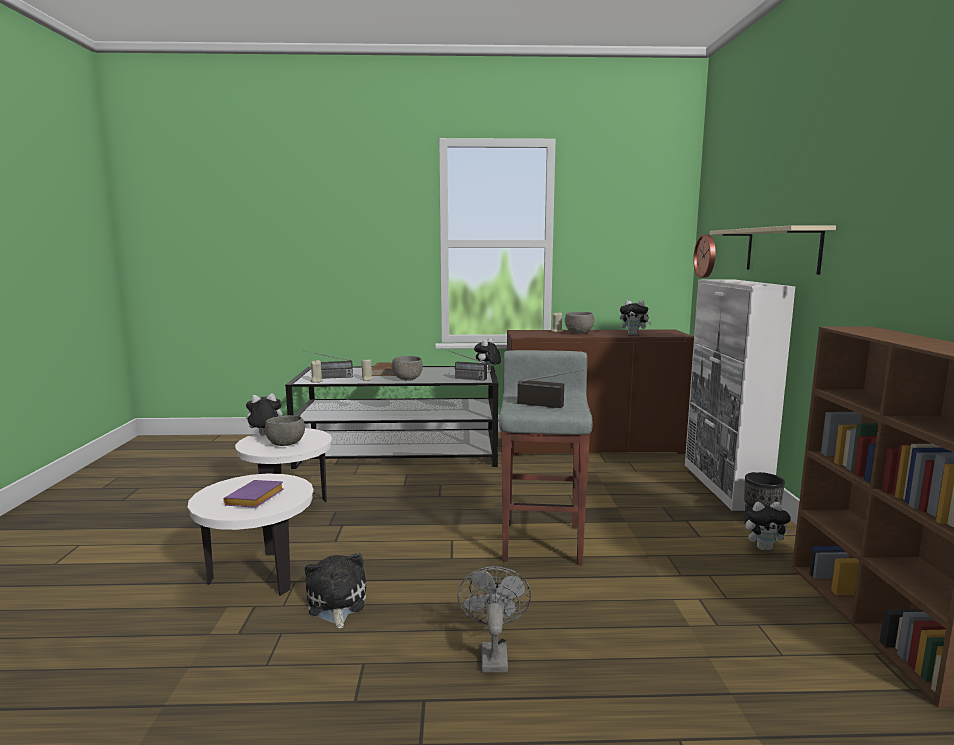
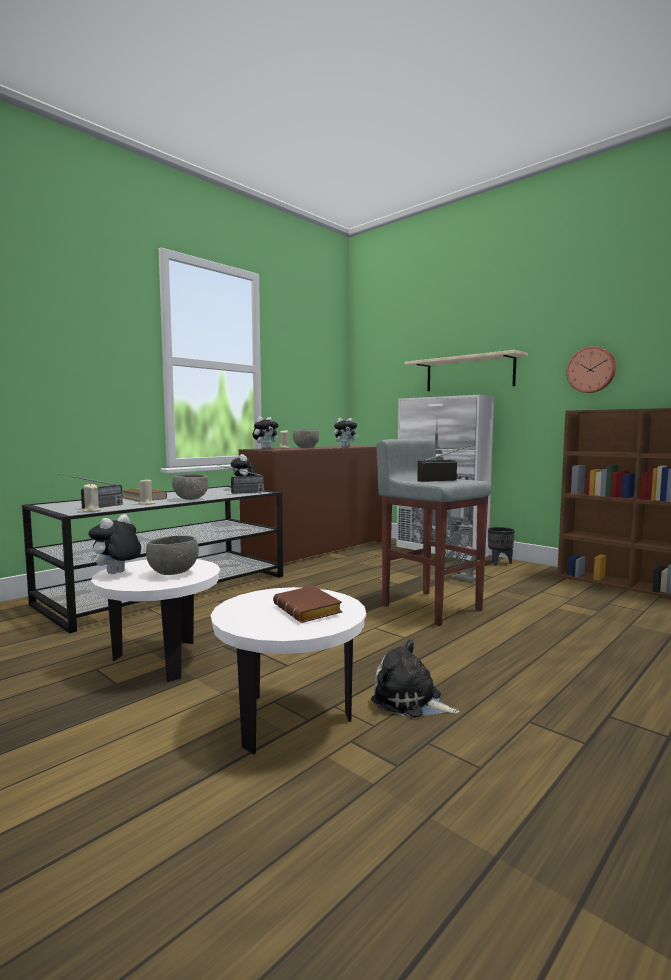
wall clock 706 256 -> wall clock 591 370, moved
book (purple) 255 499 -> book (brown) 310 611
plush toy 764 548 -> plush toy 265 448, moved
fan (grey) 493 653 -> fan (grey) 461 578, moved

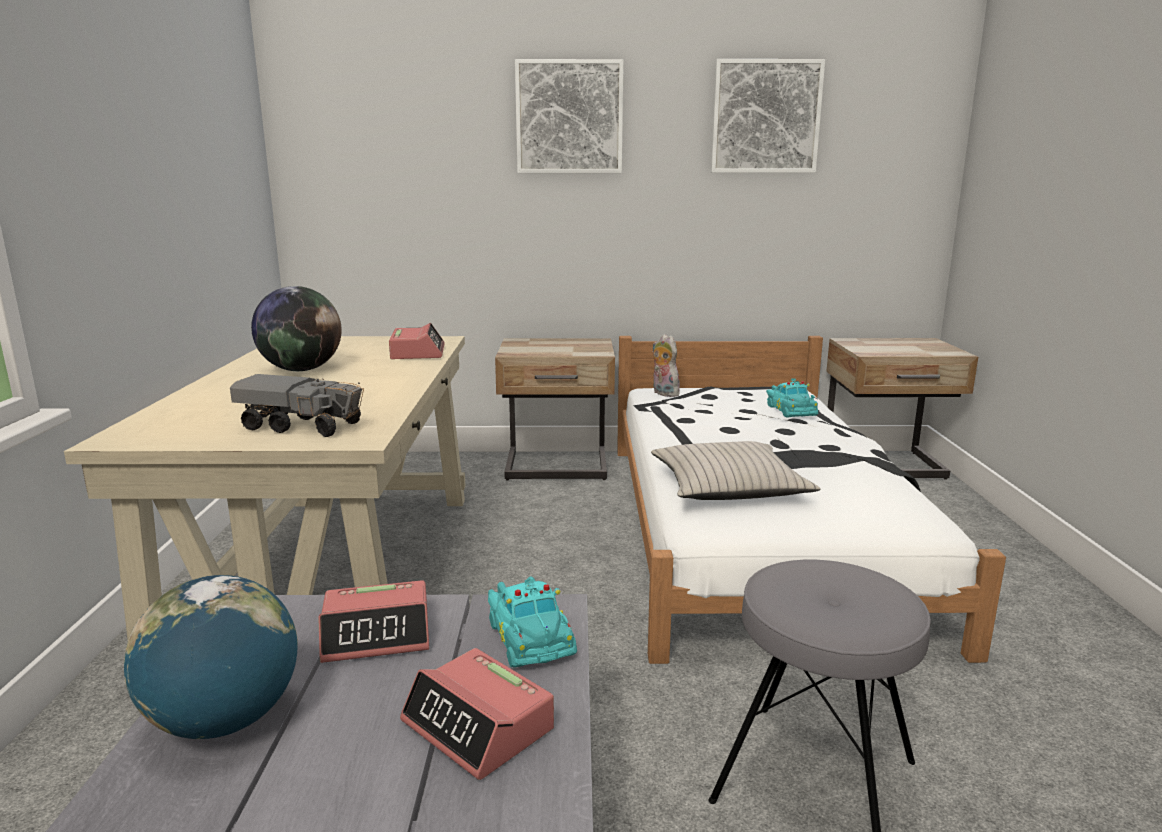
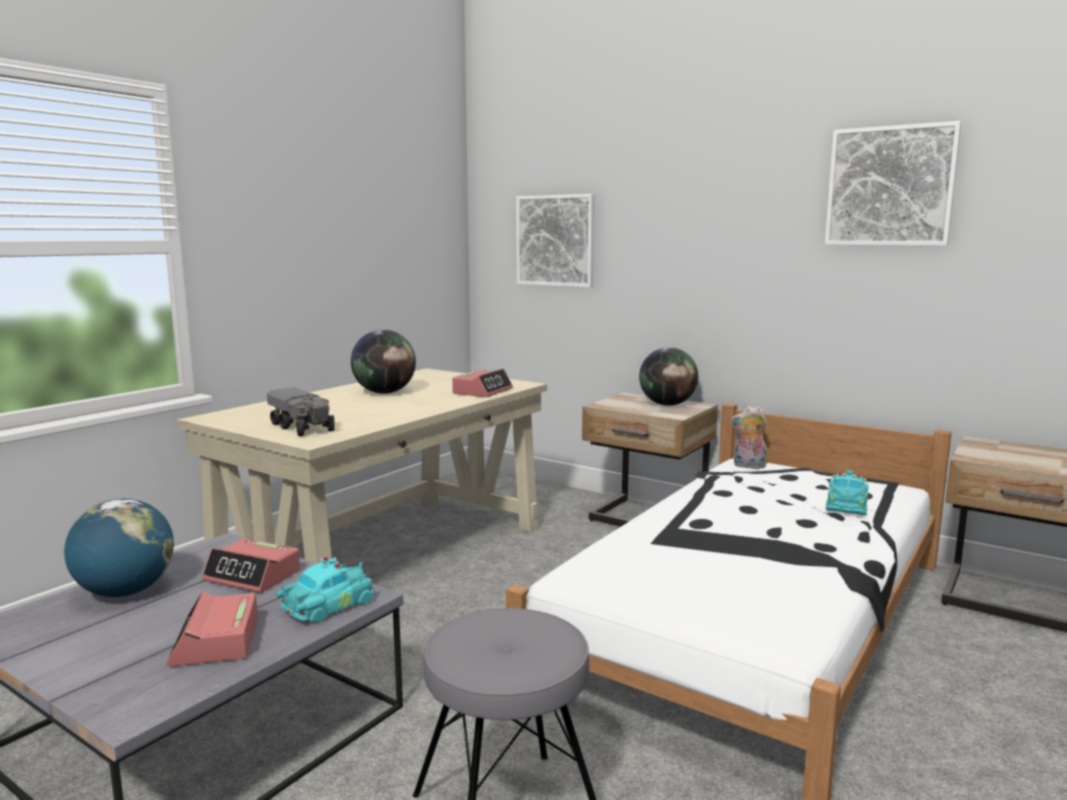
picture 569 117 -> picture 556 240, moved
plush toy 663 393 -> plush toy 748 466, 75 degrees counterclockwise
pillow (beige) 728 487 -> none
toy car (turquoise) 531 636 -> toy car (turquoise) 325 606, 150 degrees counterclockwise
none -> globe 667 404

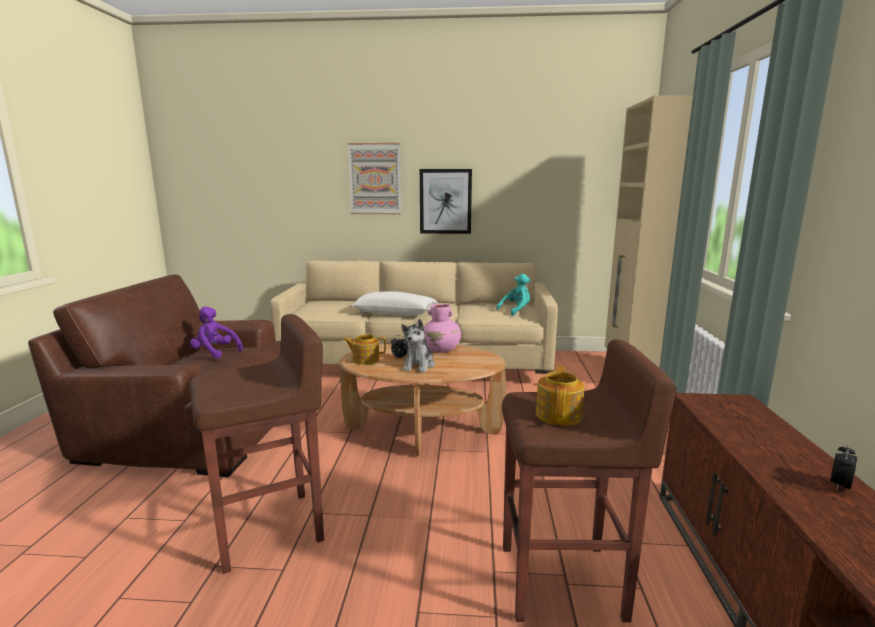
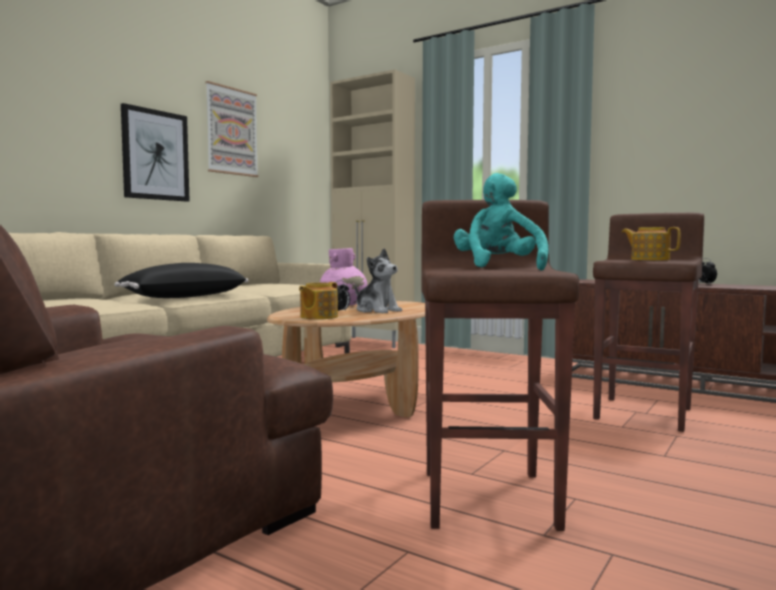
picture 375 179 -> picture 231 131, moved
plush toy (turquoise) 516 310 -> plush toy (turquoise) 498 268, moved
pillow (white) 395 313 -> pillow (black) 184 297
plush toy (purple) 215 352 -> none

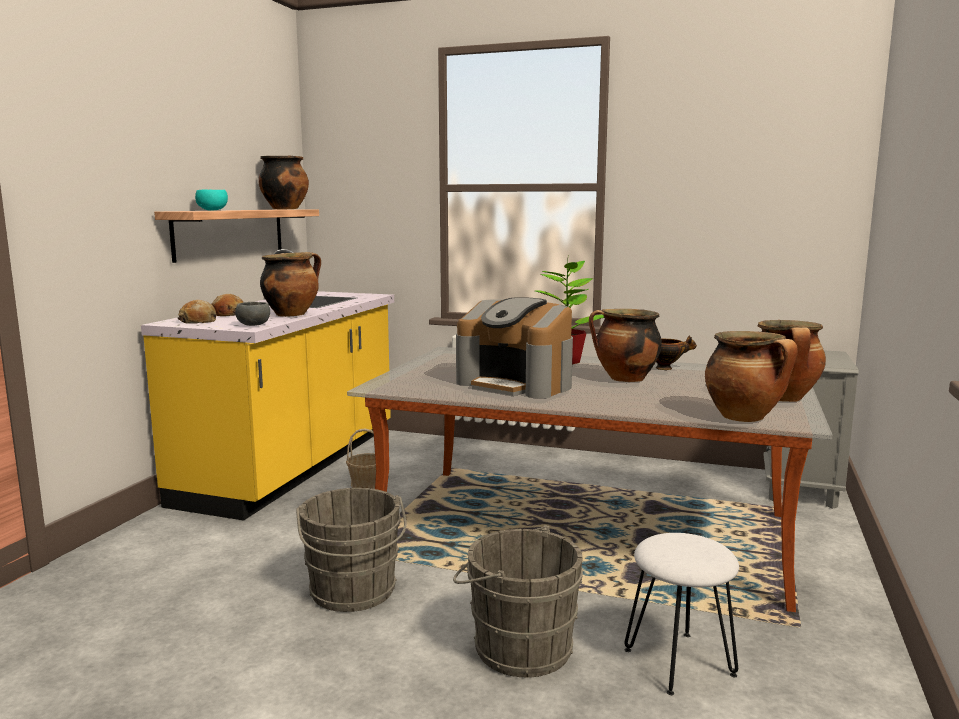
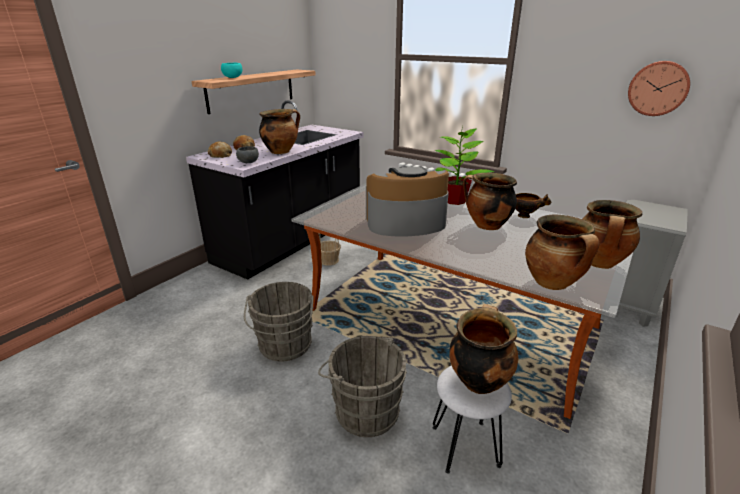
cooking pot 285 209 -> cooking pot 478 380, moved
counter (yellow) 294 466 -> counter (black) 292 241
coffee machine 516 384 -> coffee machine 405 223, 120 degrees clockwise
none -> wall clock 658 88

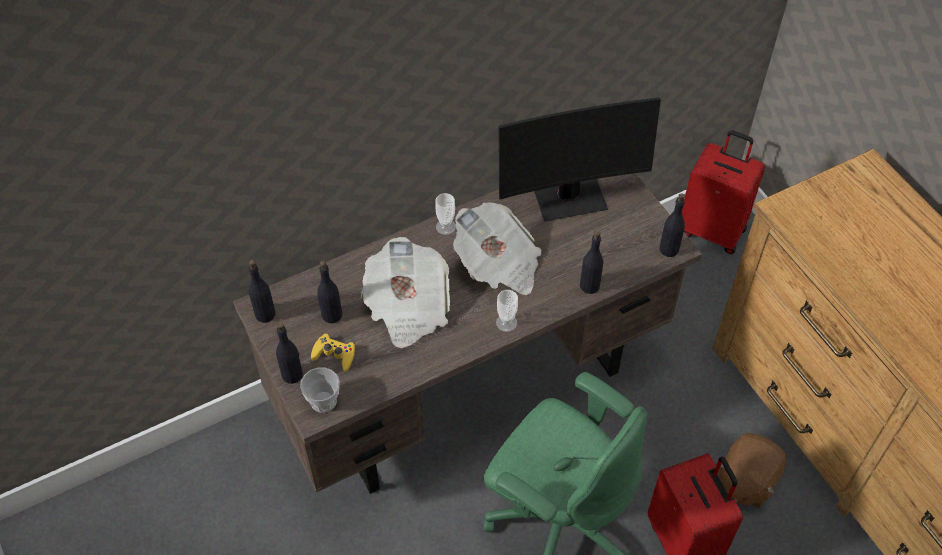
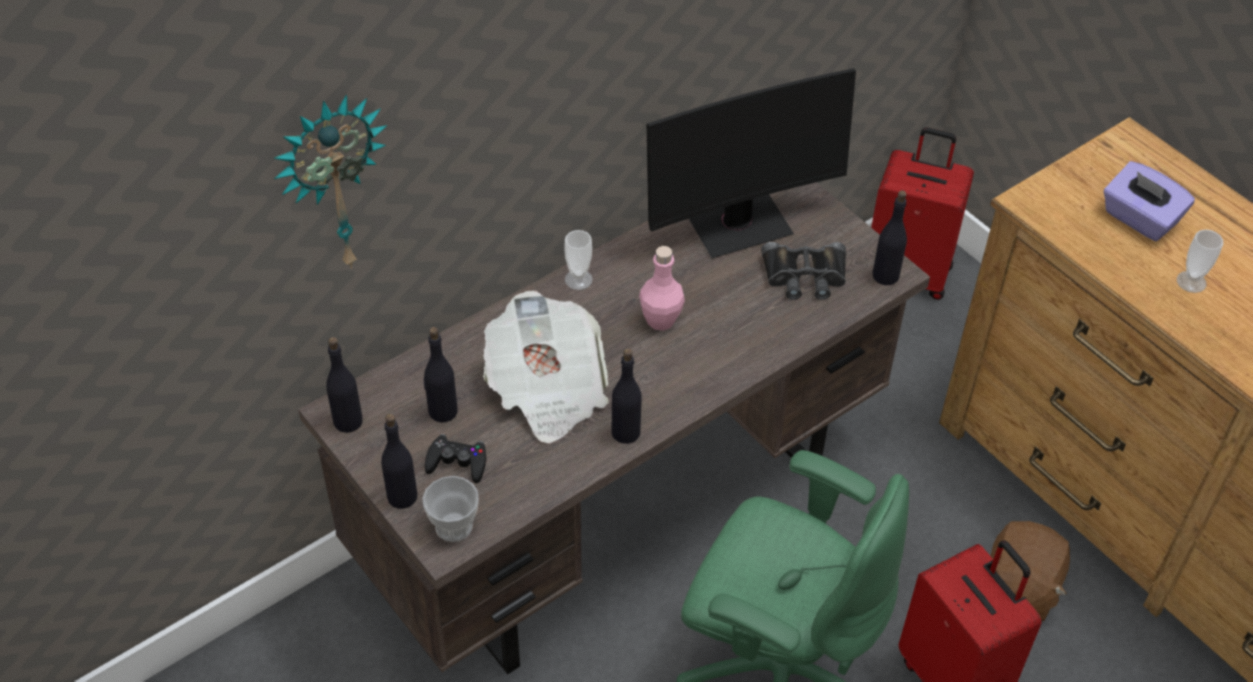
newspaper 498 264 -> bottle (pink) 660 320
bottle (black) 589 285 -> bottle (black) 625 432, moved
cup 506 323 -> cup 1191 282, moved
game controller (yellow) 334 354 -> game controller (black) 457 462
none -> wall clock 332 183
none -> tissue box (purple) 1139 219
none -> binoculars (black) 804 276

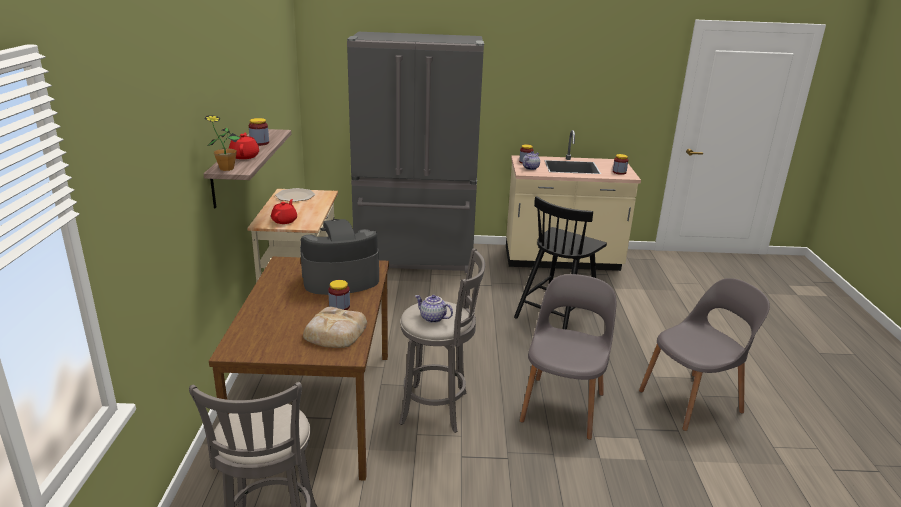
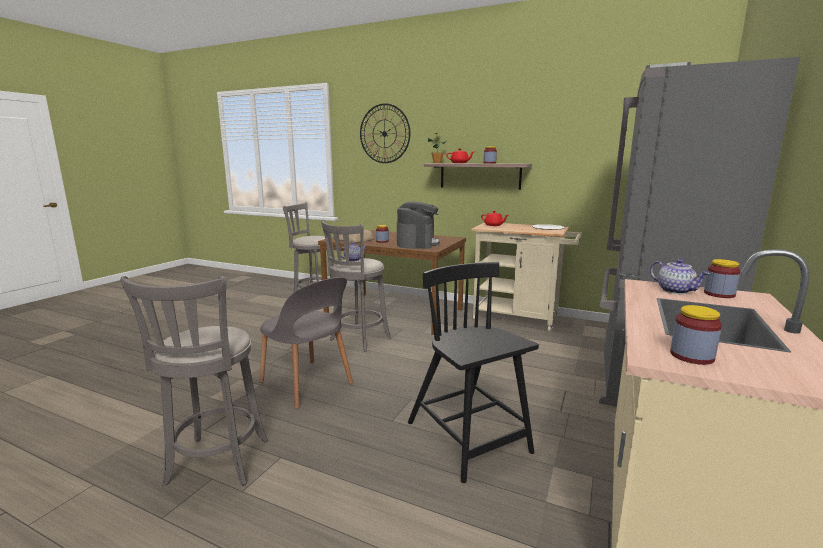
chair (grey) 692 400 -> stool (grey) 216 464
none -> wall clock 384 133

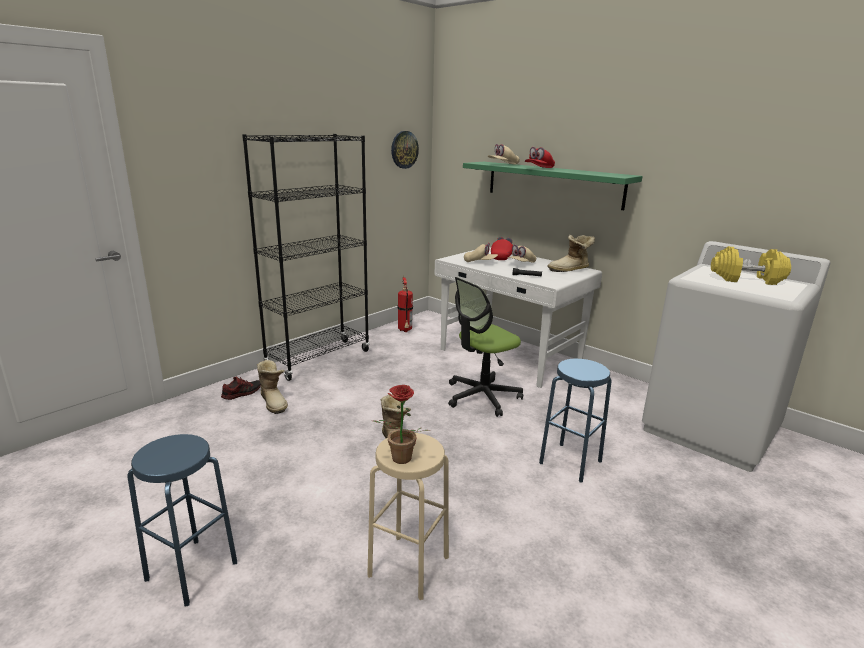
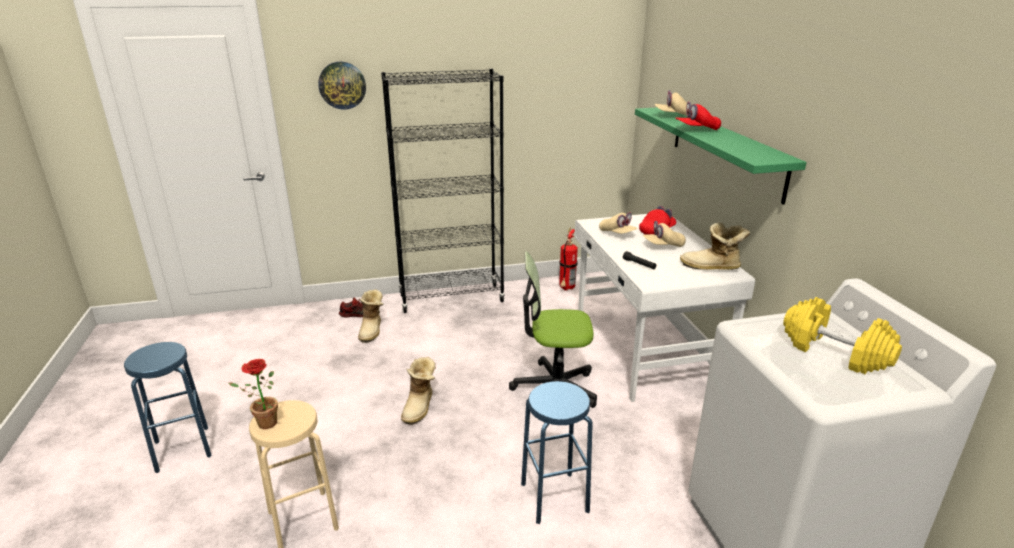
wall clock 404 149 -> wall clock 342 85, moved

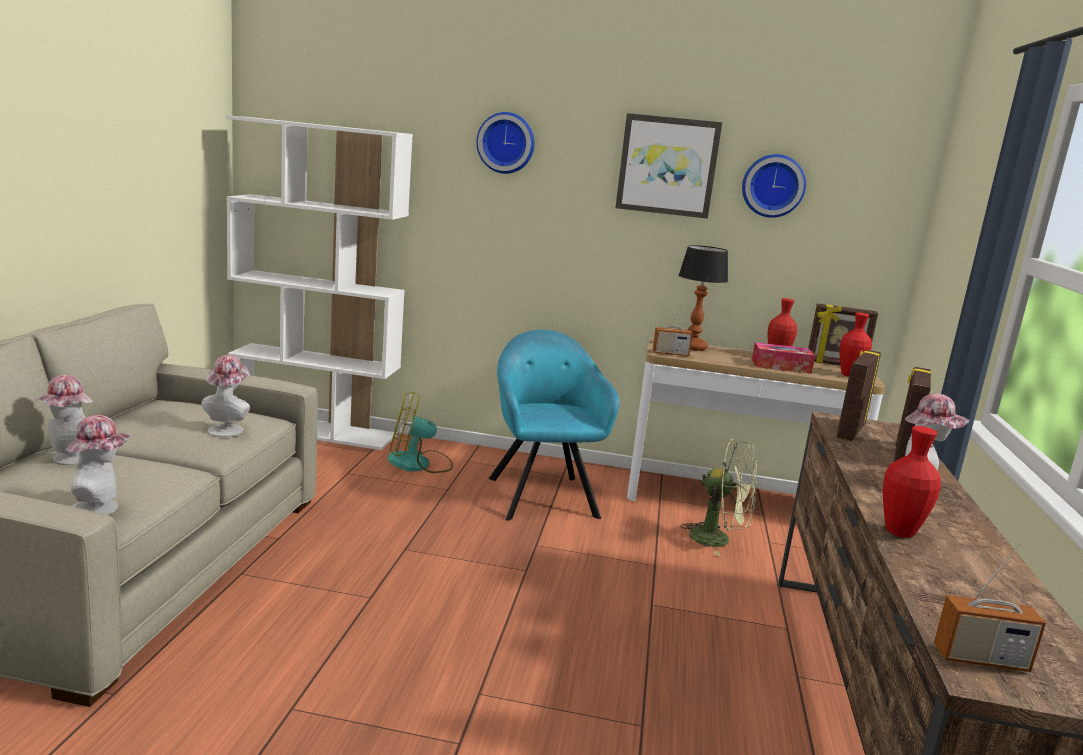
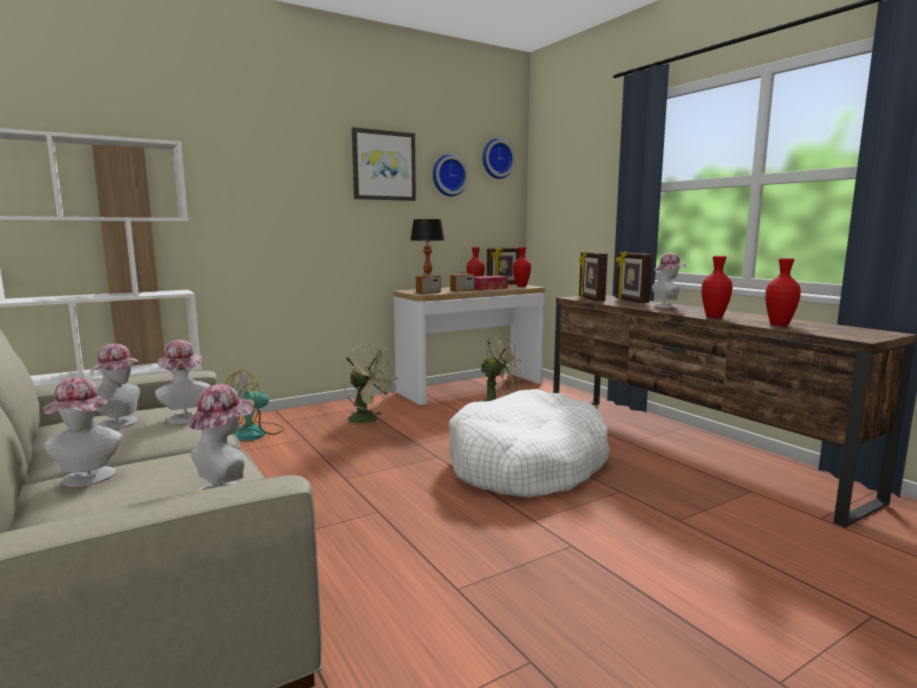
wall clock 506 143 -> wall clock 496 159, moved
armchair (turquoise) 541 494 -> fan (green) 369 420
radio 980 659 -> radio 462 291, moved
none -> vase (red) 779 325
none -> hat 122 423
none -> dog bed (white) 527 464

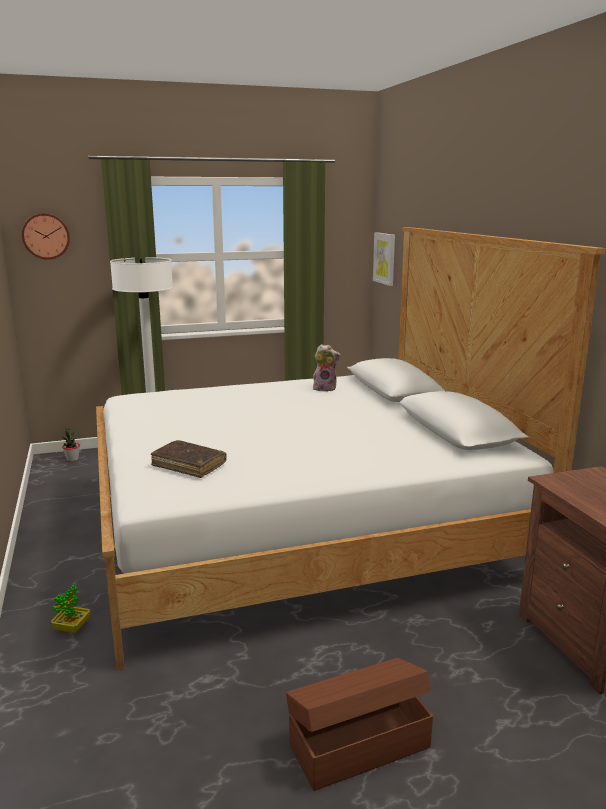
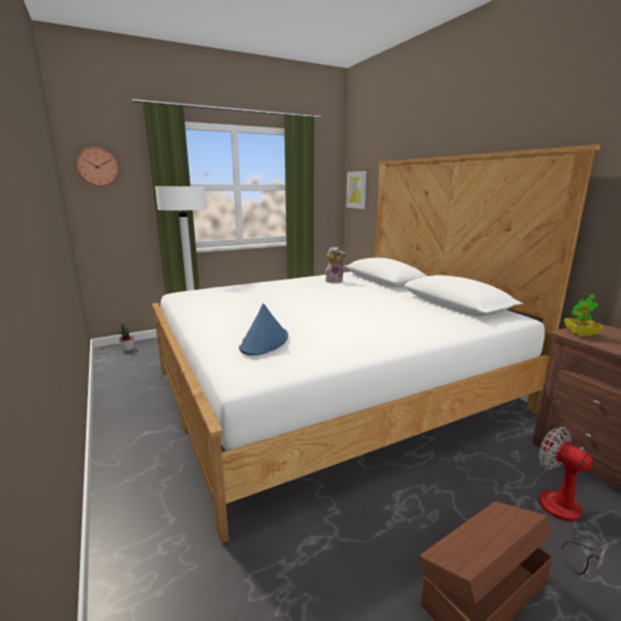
book (brown) 189 465 -> hat (blue) 264 342
potted plant 72 628 -> potted plant 580 334, moved
none -> fan 563 517

